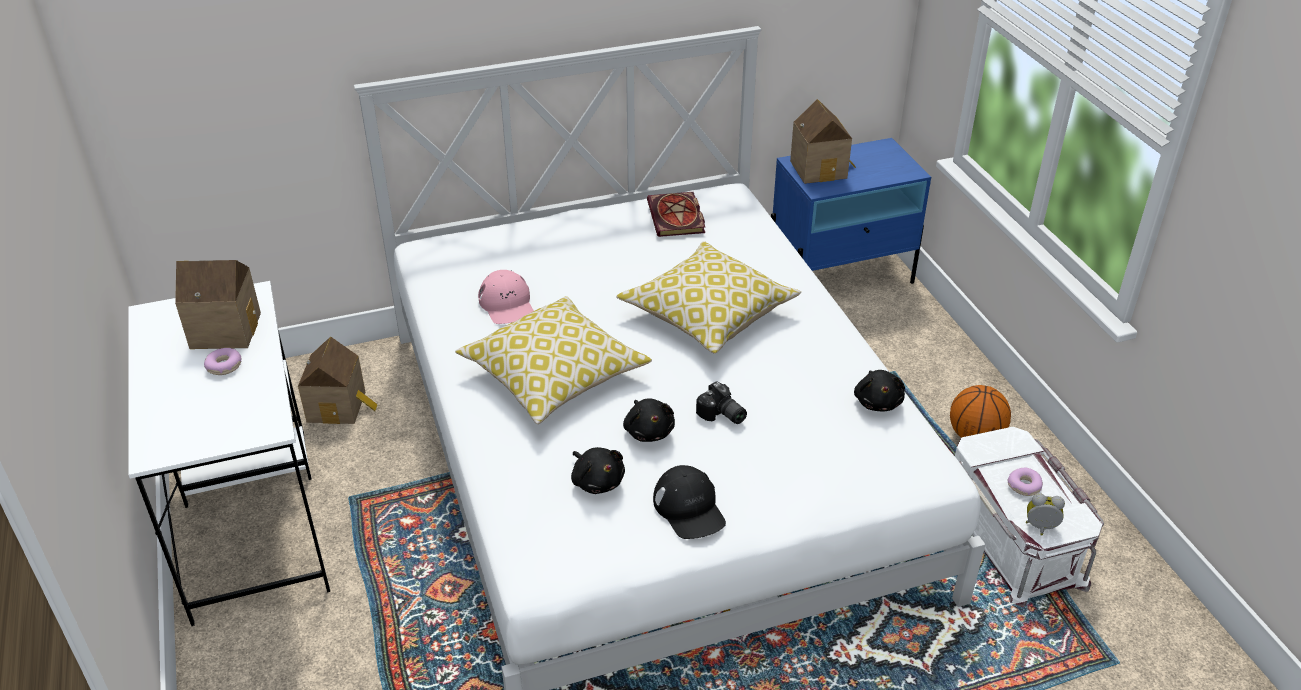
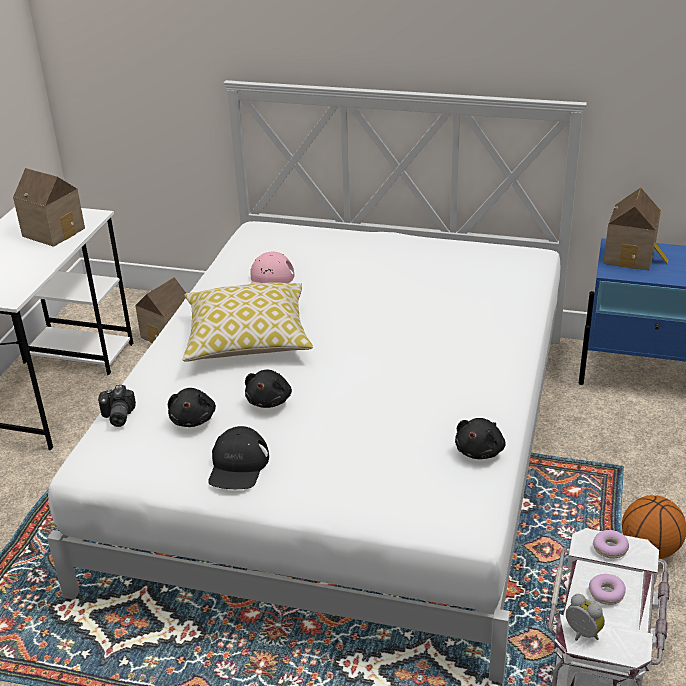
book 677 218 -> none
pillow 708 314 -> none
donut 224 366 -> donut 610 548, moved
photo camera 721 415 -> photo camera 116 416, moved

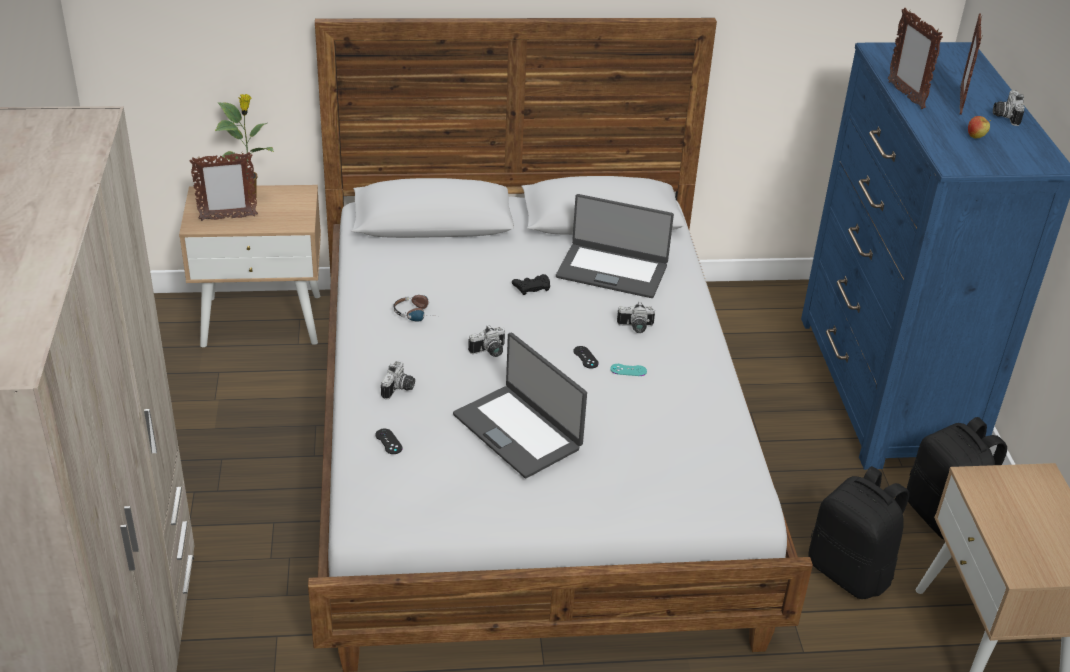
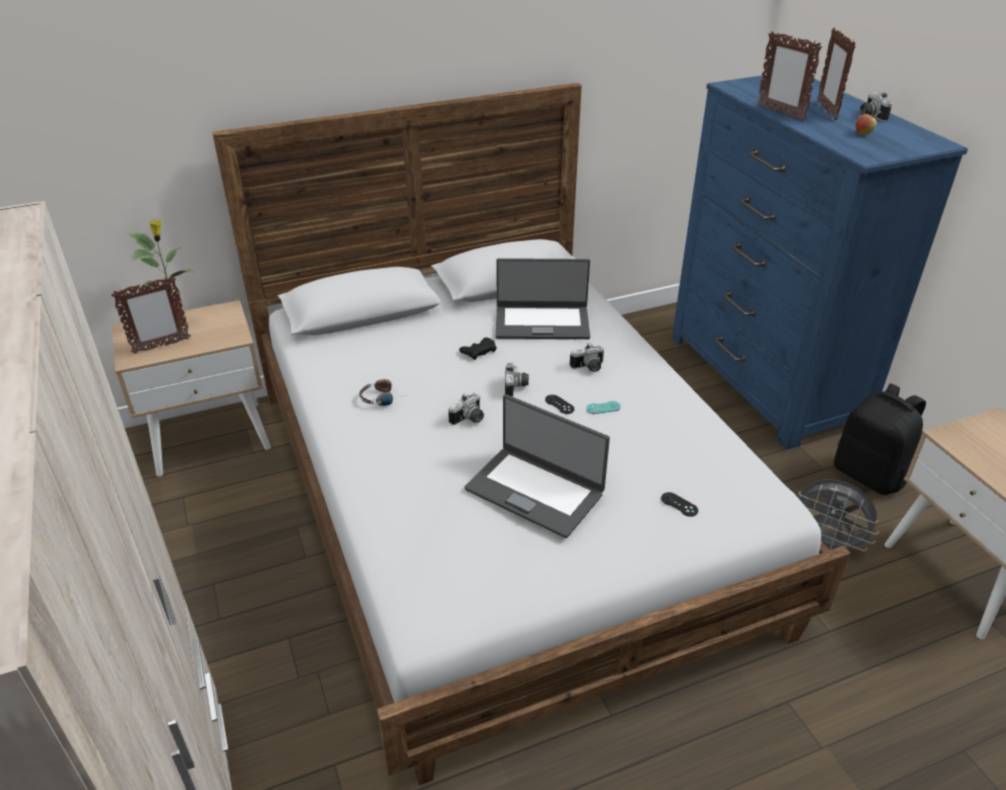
photo camera 399 389 -> photo camera 516 387, moved
game controller (black) 388 441 -> game controller (black) 679 504, moved
backpack (black) 850 572 -> fan (grey) 826 543

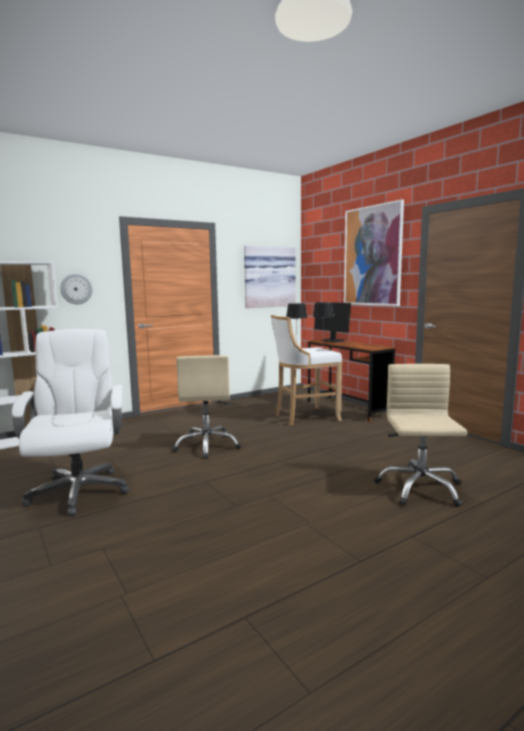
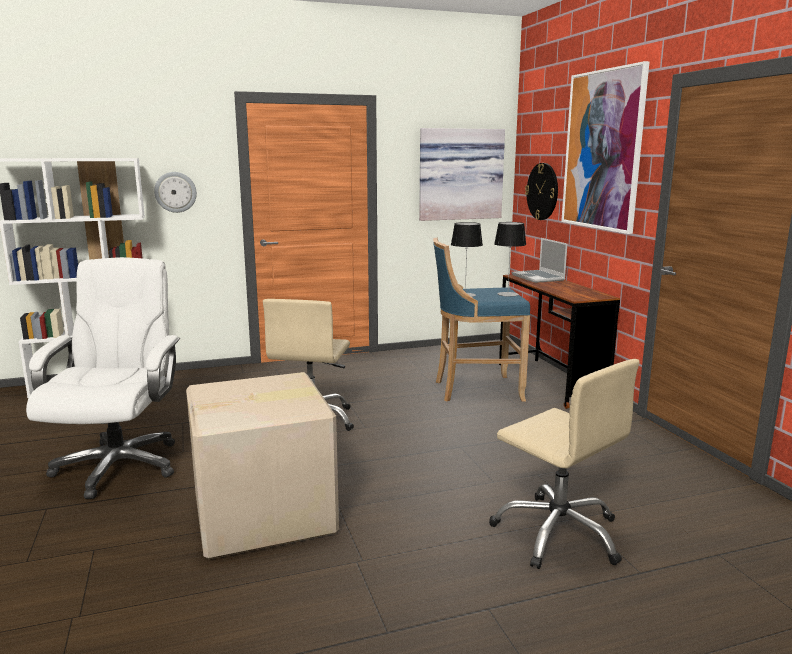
monitor 332 341 -> laptop 539 277
stool (white) 304 417 -> stool (blue) 475 390
office chair (beige) 419 488 -> office chair (beige) 558 533, 120 degrees clockwise
none -> wall clock 542 191
none -> cardboard box 266 514

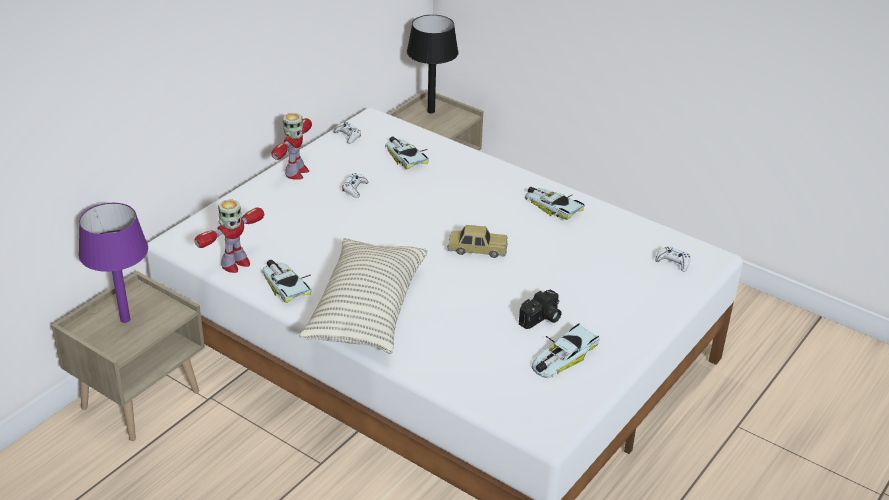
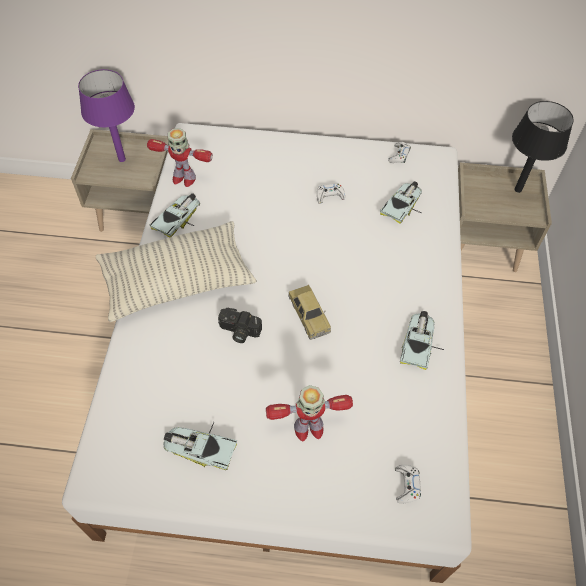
toy robot 296 173 -> toy robot 308 428, moved
photo camera 541 319 -> photo camera 238 331, moved

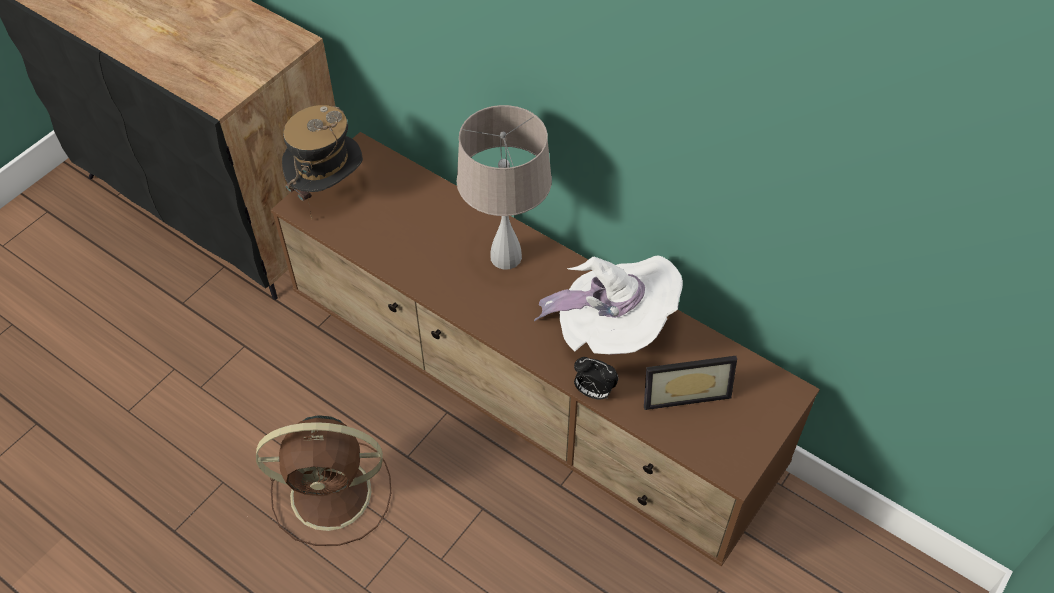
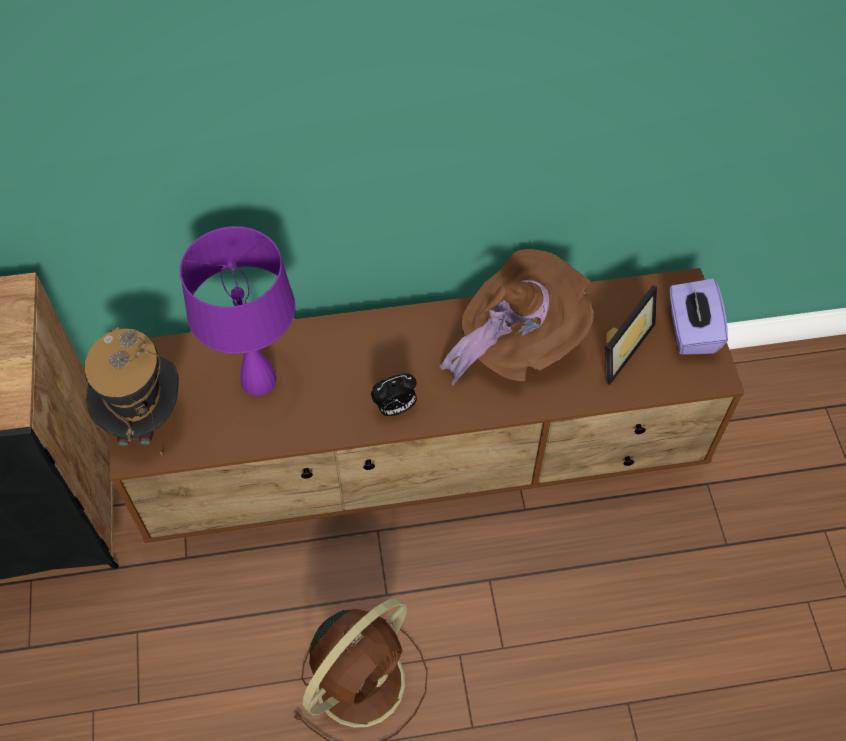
table lamp (beige) 505 257 -> none
hat (white) 613 329 -> hat (brown) 517 341
alarm clock 593 392 -> alarm clock 395 408, moved
none -> table lamp (purple) 258 380
none -> tissue box (purple) 691 331

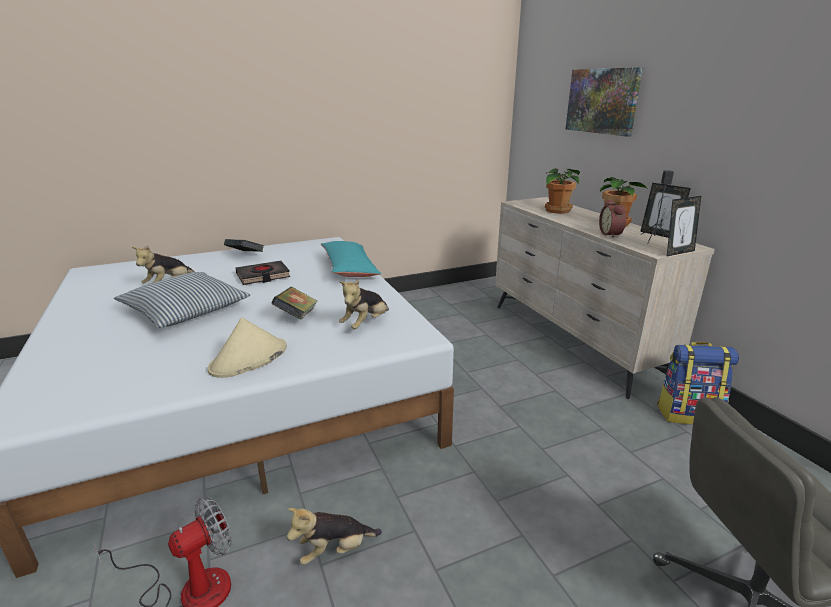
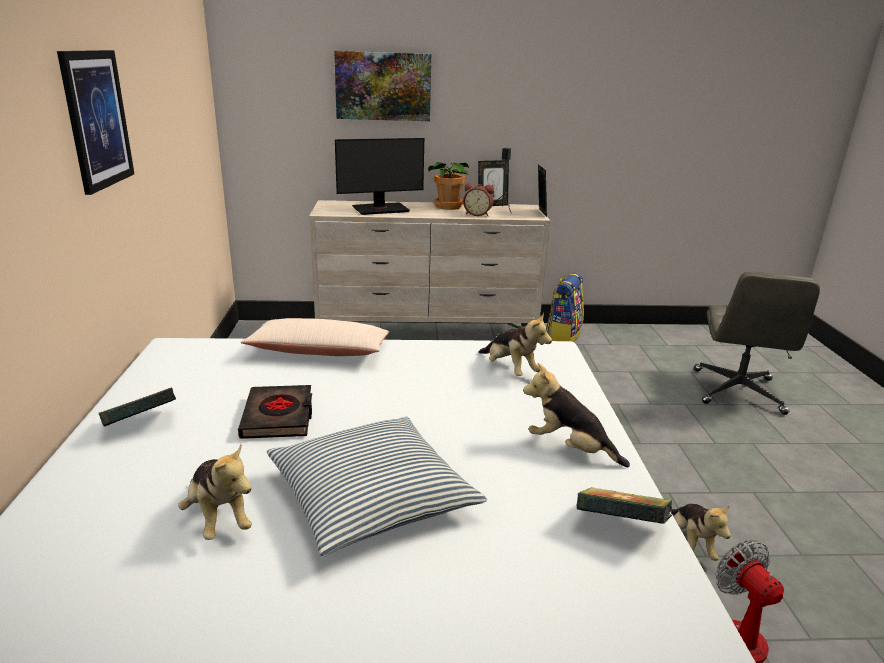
potted plant 556 210 -> monitor 380 209
pillow (turquoise) 349 268 -> pillow (beige) 319 351
book 297 316 -> book 620 527, moved
hat (beige) 249 359 -> plush toy 570 448
none -> picture 97 119

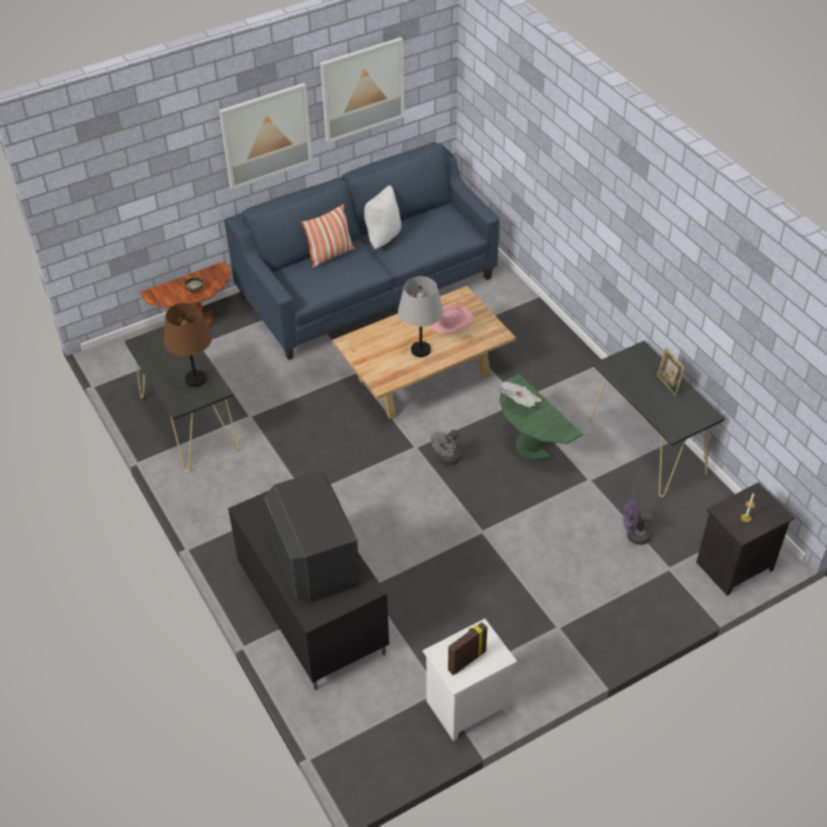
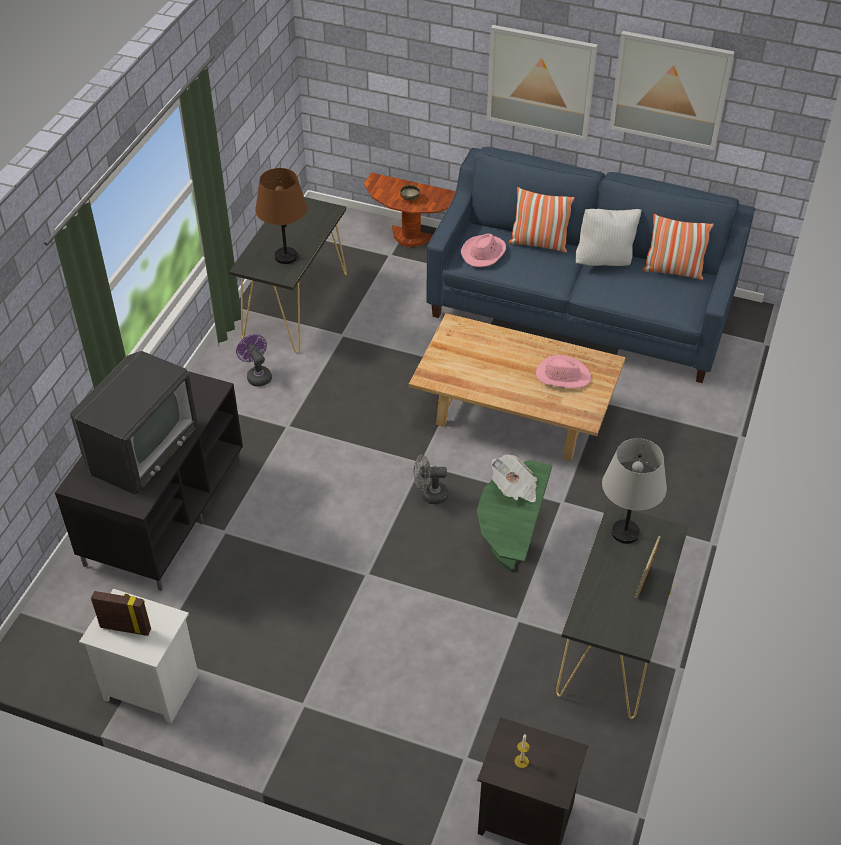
table lamp (grey) 421 350 -> table lamp (grey) 625 533, moved
fan (purple) 634 535 -> fan (purple) 257 375, moved
none -> pillow 673 271
none -> hat (pink) 484 252

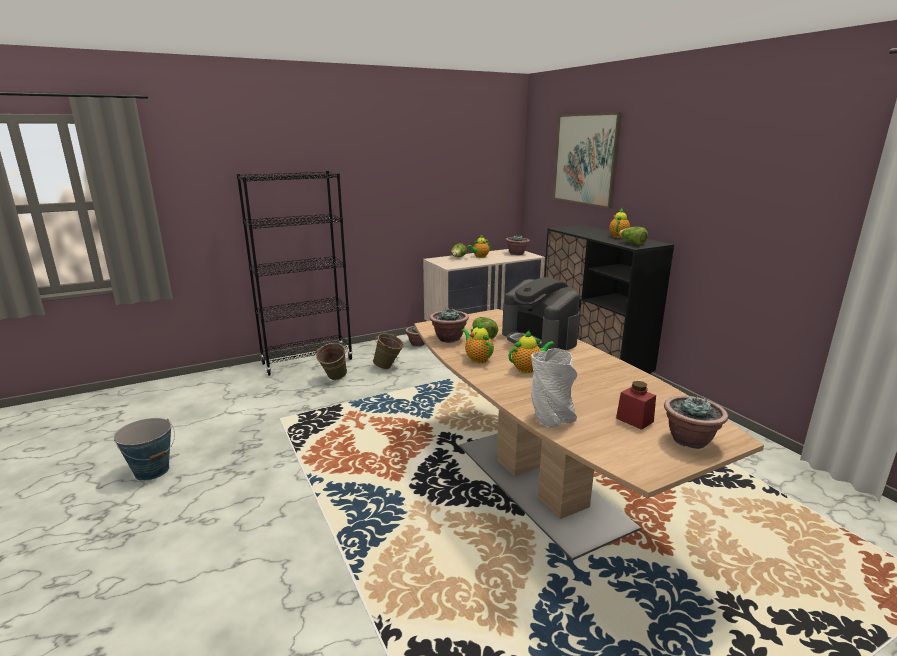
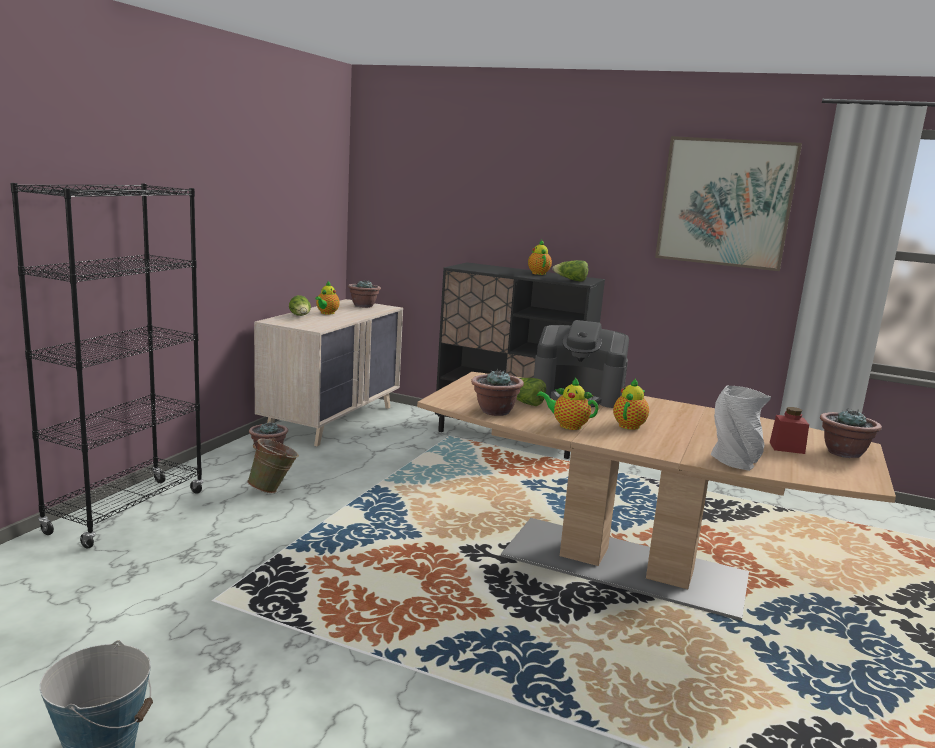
picture 585 159 -> picture 725 203, moved
bucket (green) 333 379 -> none

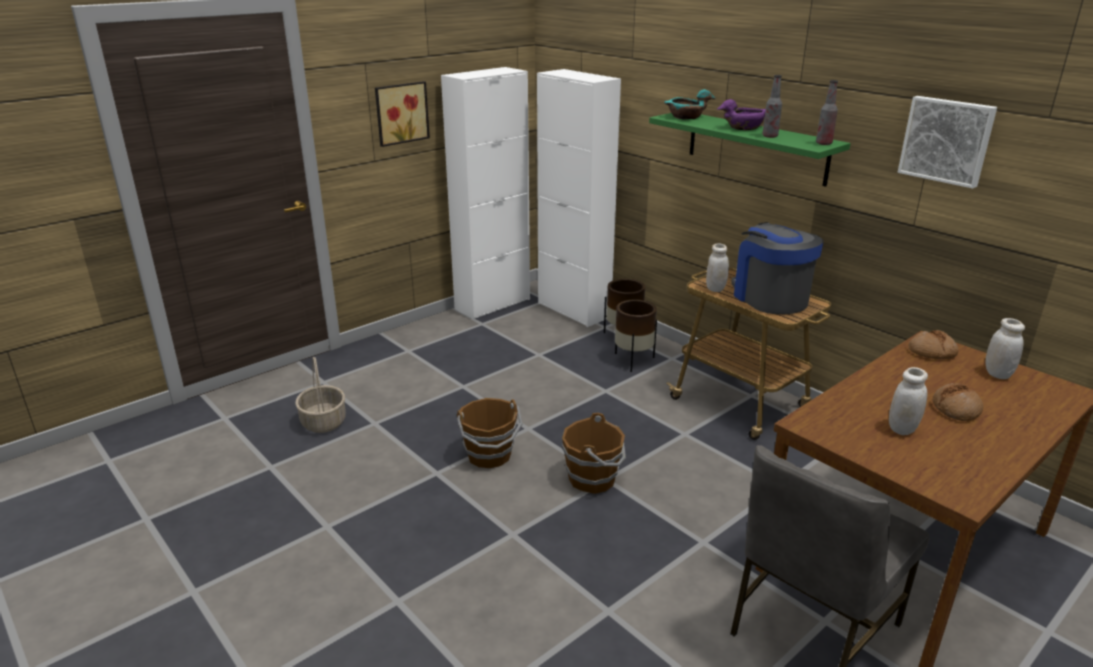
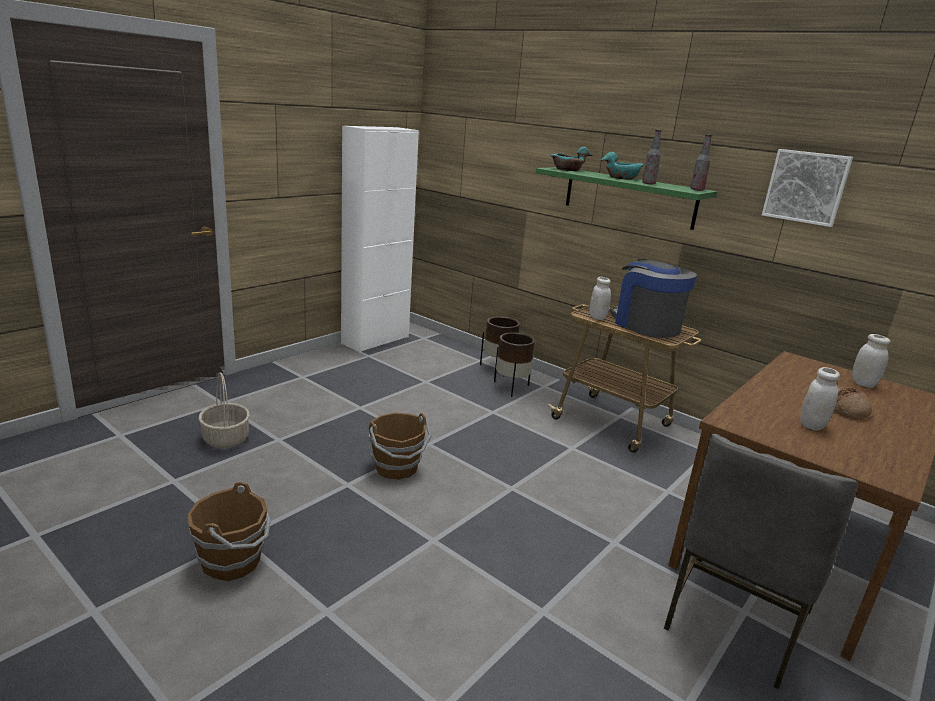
cabinet (white) 573 310 -> none
picture 400 113 -> none
bowl (purple) 744 127 -> bowl (turquoise) 621 178
bread 932 352 -> none
bucket (brown) 593 479 -> bucket (brown) 233 561, moved

